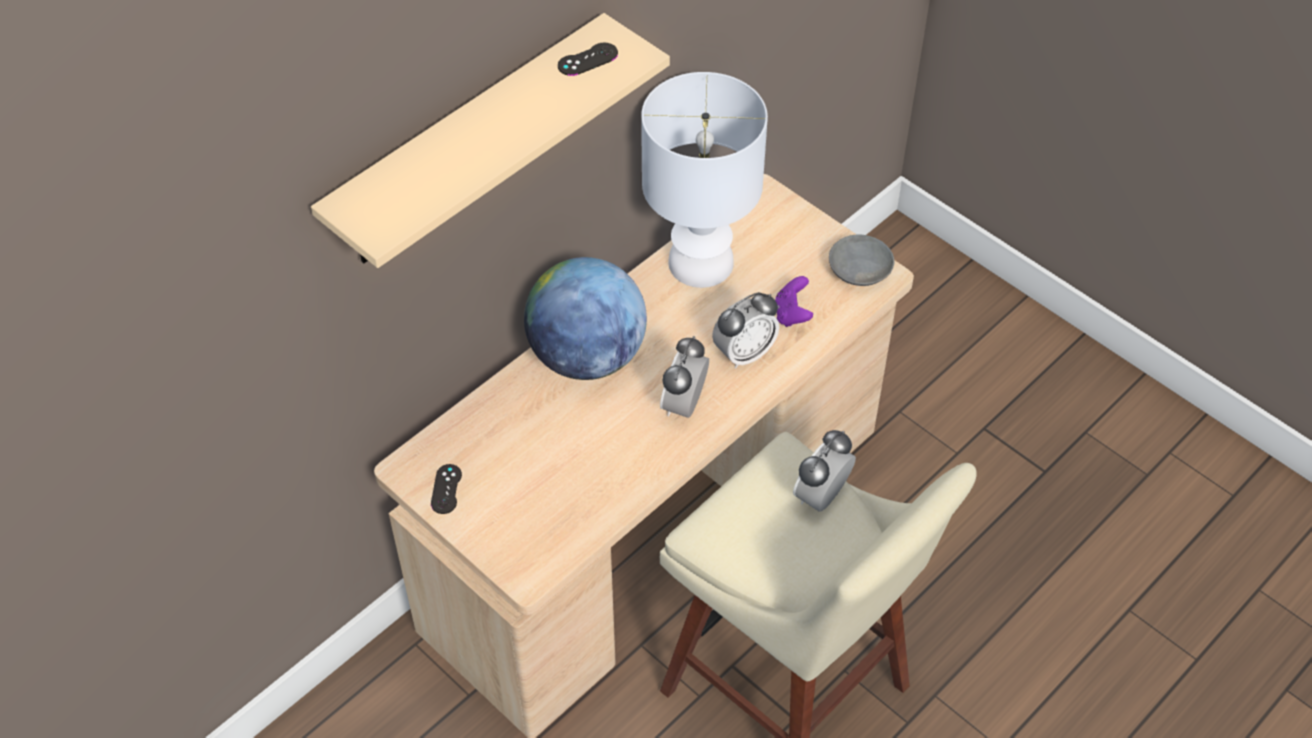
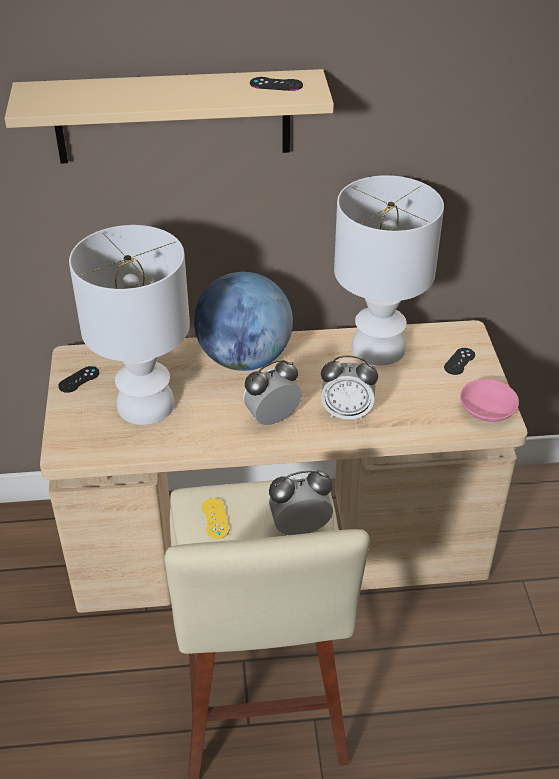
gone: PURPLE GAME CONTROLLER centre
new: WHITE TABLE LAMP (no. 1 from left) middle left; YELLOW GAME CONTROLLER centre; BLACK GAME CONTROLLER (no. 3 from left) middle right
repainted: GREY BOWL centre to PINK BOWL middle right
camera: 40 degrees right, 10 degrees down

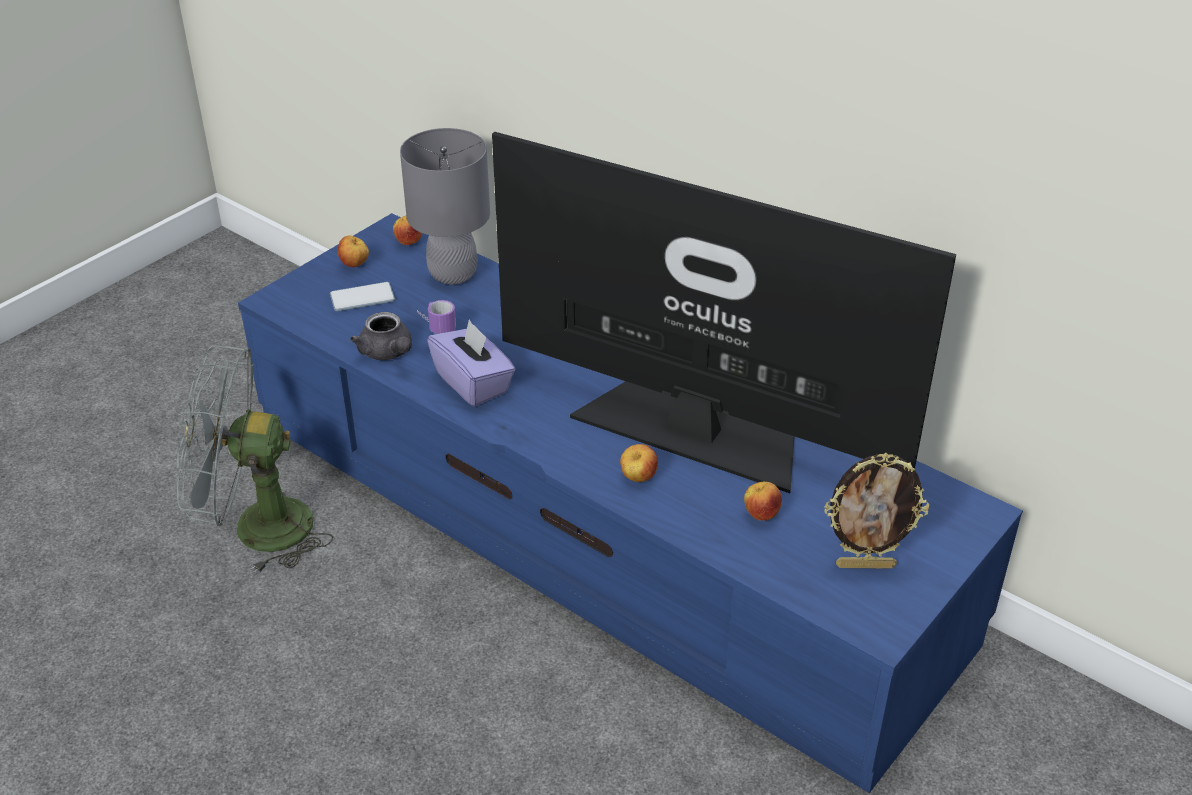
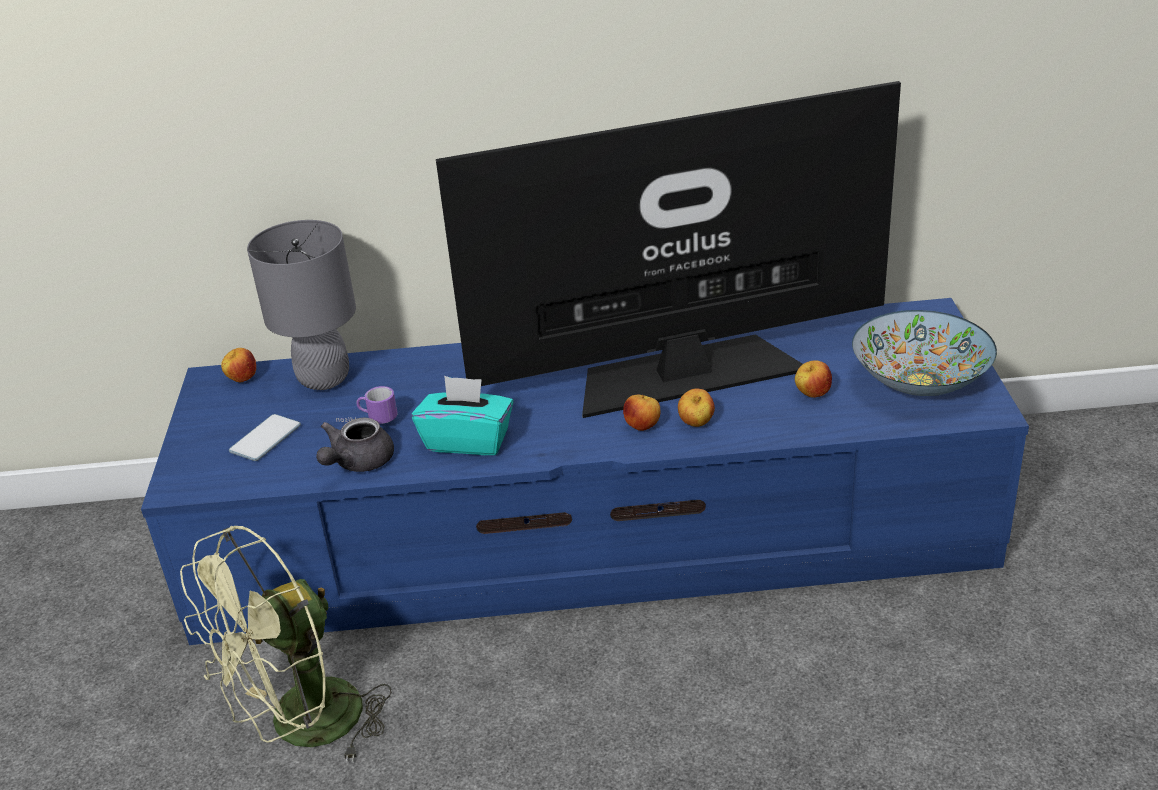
shifted: APPLE (no. 1 from left in the first image) top left to APPLE (no. 2 from left) centre
swapped: PICTURE FRAME middle right to BOWL middle right
repainted: GREY FAN middle left to GREEN FAN bottom left; PURPLE TISSUE BOX centre to TURQUOISE TISSUE BOX centre
rotated: GREY TEAPOT middle left = middle left 105 degrees clockwise
camera: 40 degrees left, 5 degrees down

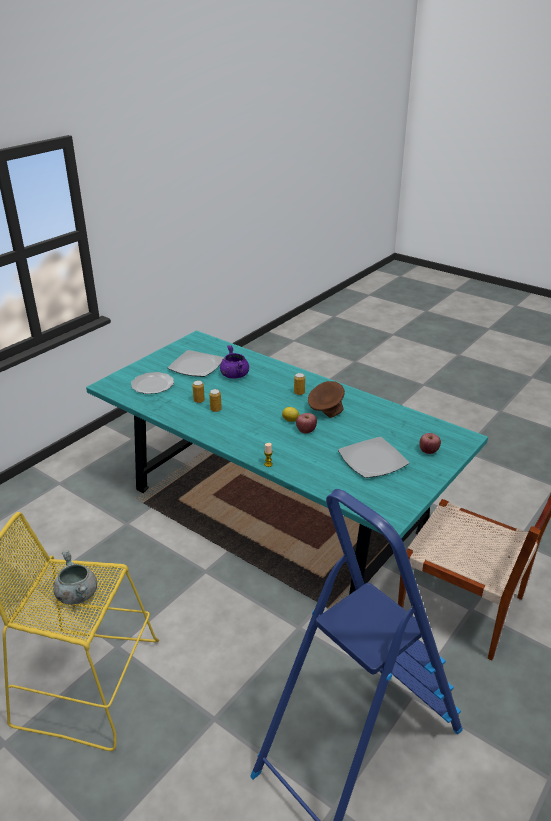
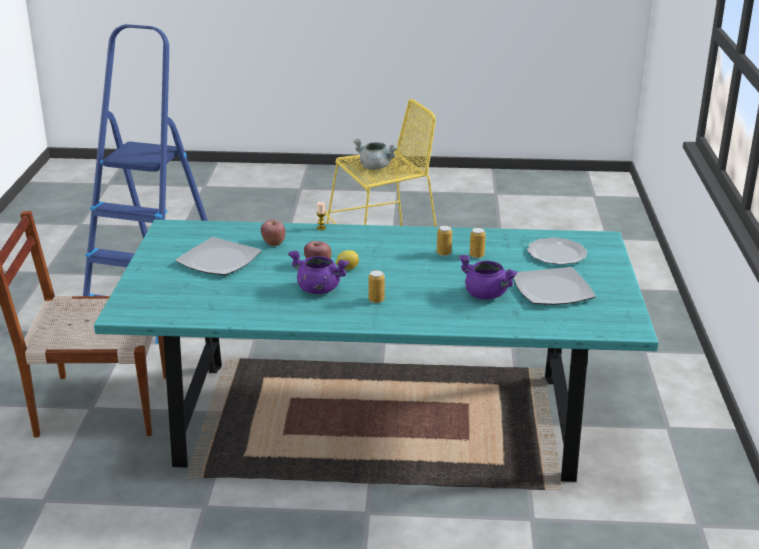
shifted: APPLE (no. 2 from left in the first image) middle right to APPLE (no. 1 from left) centre
swapped: BROWN BOWL centre to PURPLE COOKING POT (no. 1 from left) centre
camera: 145 degrees right, 5 degrees down

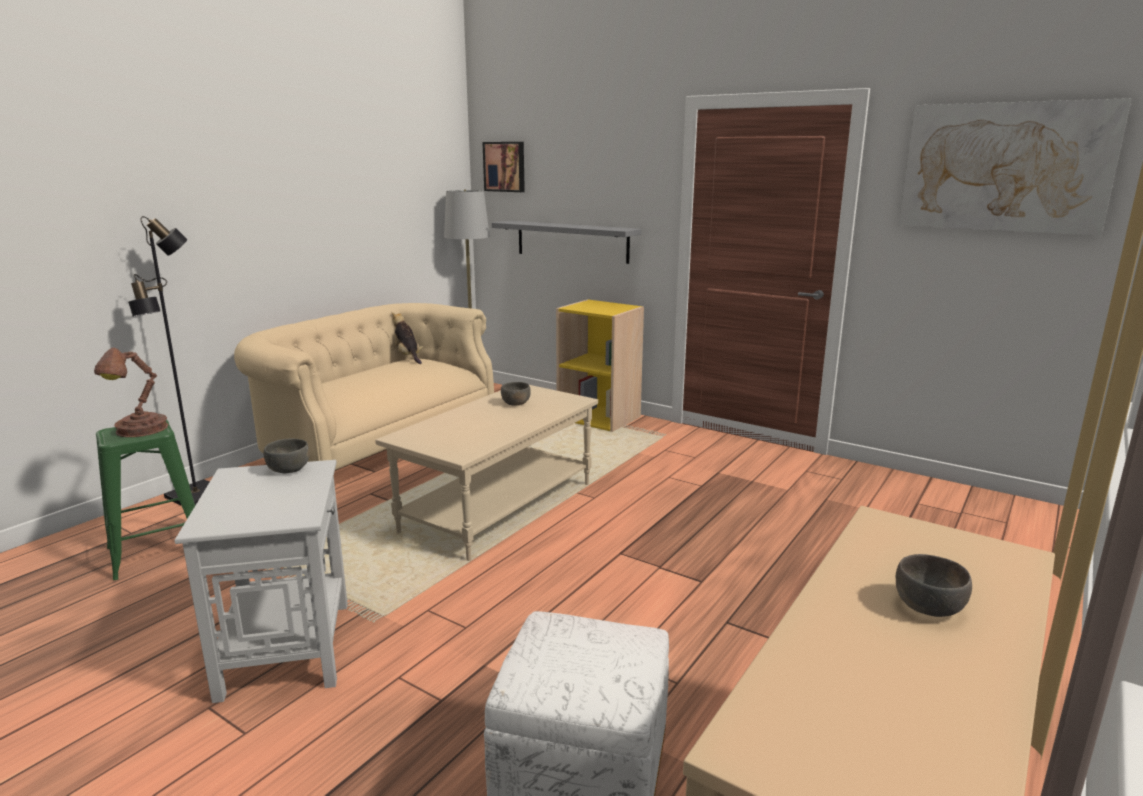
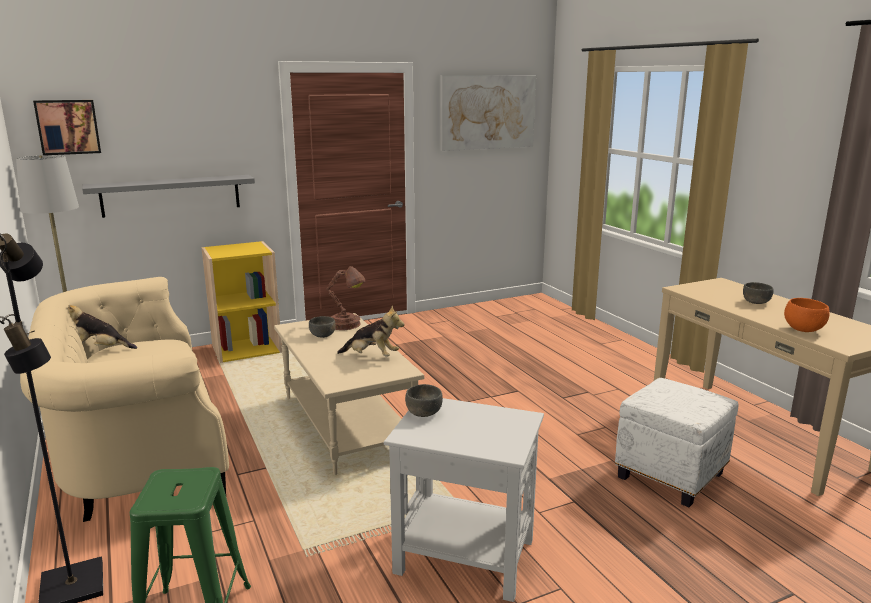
new: PLUSH TOY (no. 2 from left) centre; ORANGE BOWL middle right
shifted: BROWN TABLE LAMP middle left to centre
camera: 60 degrees left, 0 degrees up

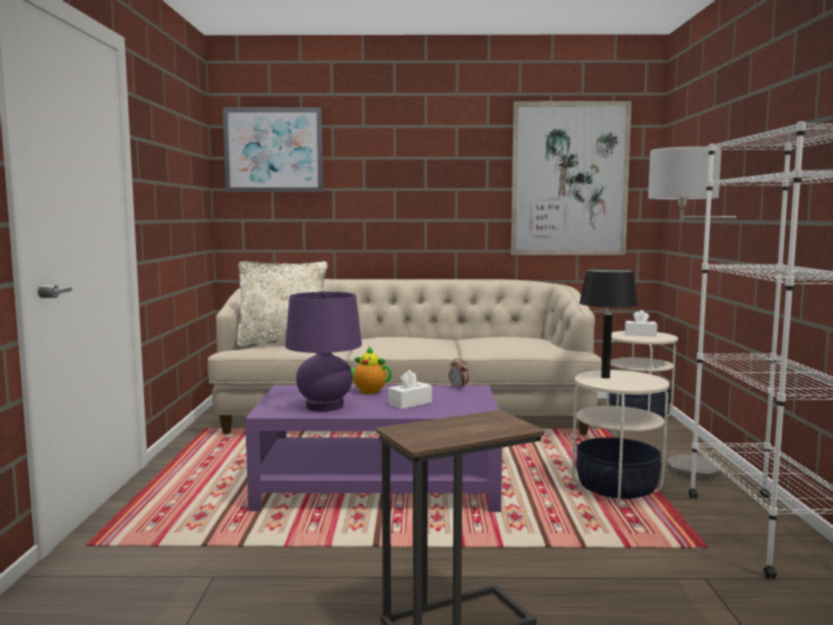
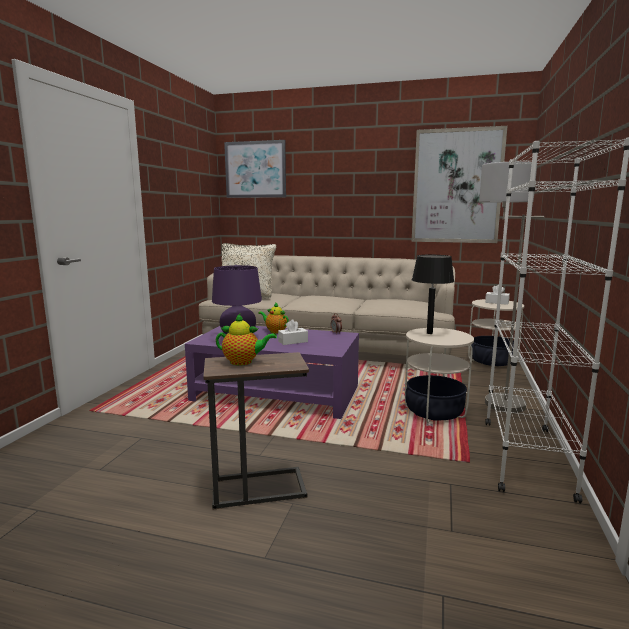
new: TEAPOT (no. 1 from left) centre
camera: 15 degrees right, 5 degrees up

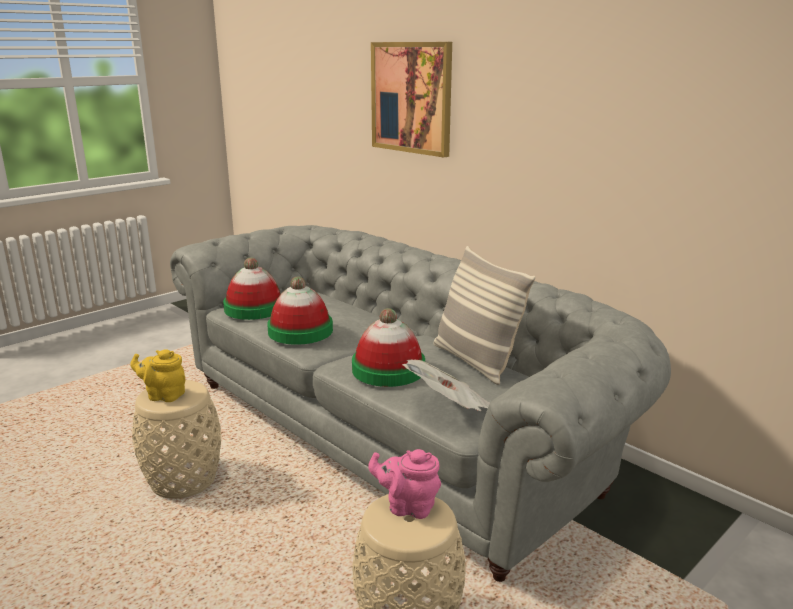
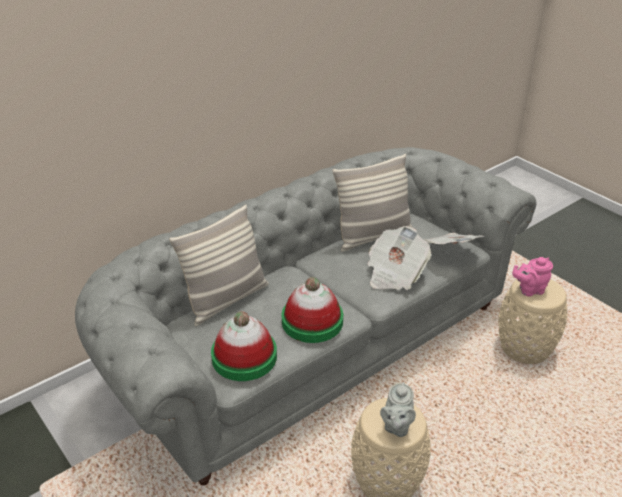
gone: PICTURE top centre
new: PILLOW (no. 1 from left) centre
swapped: HAT (no. 3 from left) centre to NEWSPAPER (no. 1 from left) centre
repainted: YELLOW TEAPOT middle left to GREY TEAPOT bottom centre
rotated: PINK TEAPOT bottom centre = middle right 60 degrees clockwise
camera: 85 degrees left, 15 degrees up

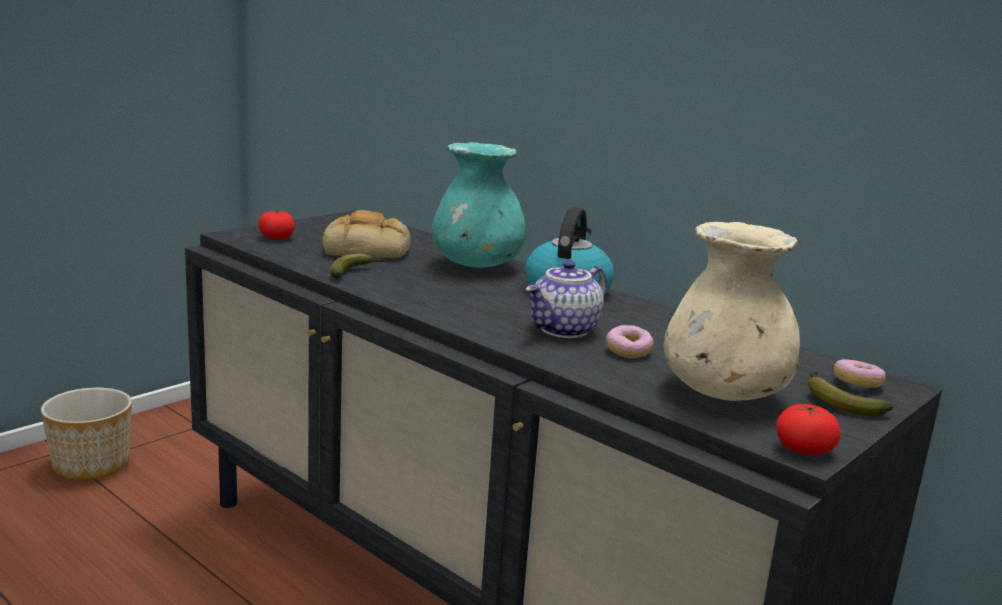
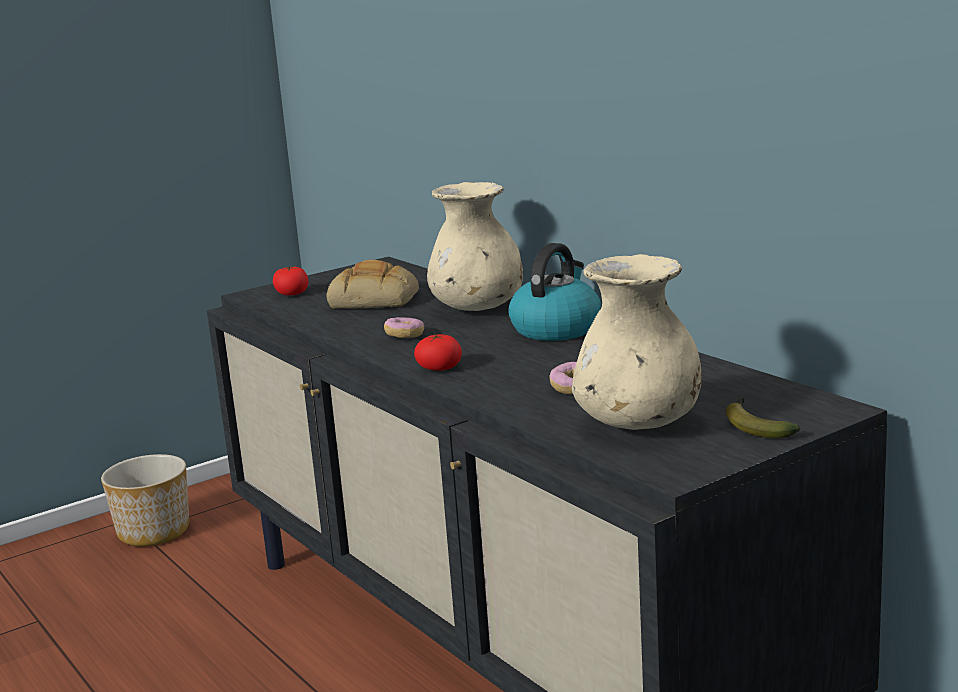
gone: BANANA (no. 1 from left) centre; TEAPOT centre
shifted: DONUT (no. 2 from left in the first image) middle right to DONUT (no. 1 from left) centre; TOMATO (no. 2 from left) bottom right to centre
repainted: TURQUOISE VASE centre to BEIGE VASE (no. 1 from left) centre
camera: 15 degrees right, 0 degrees up

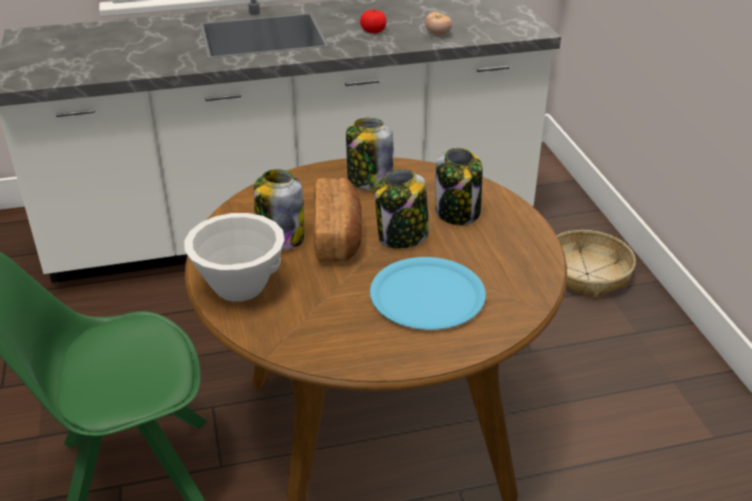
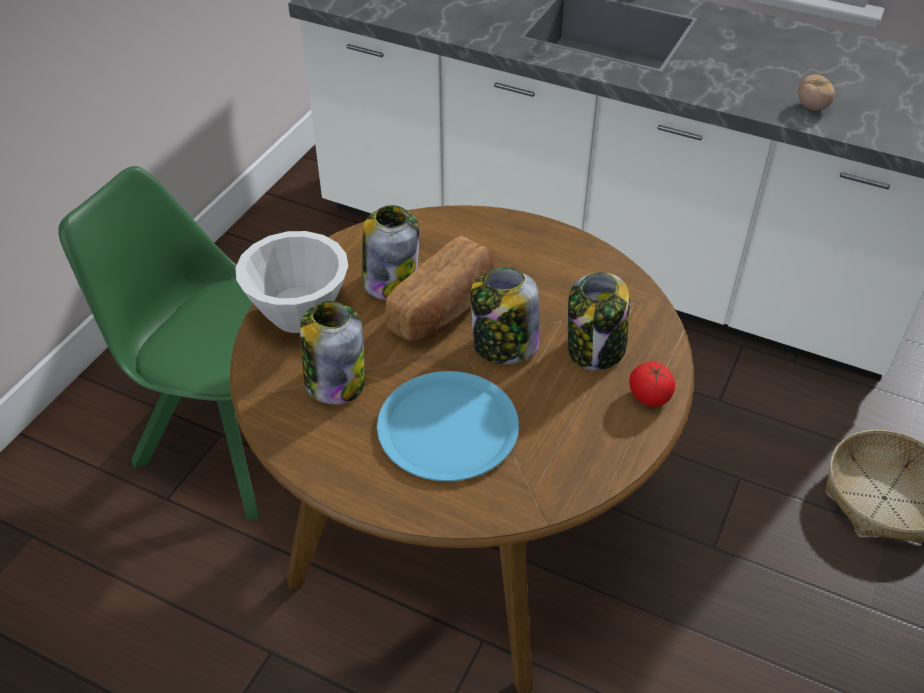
shifted: JAR (no. 2 from left in the first image) top centre to JAR (no. 1 from left) centre; TOMATO (no. 1 from left) top centre to middle right
camera: 40 degrees right, 10 degrees up

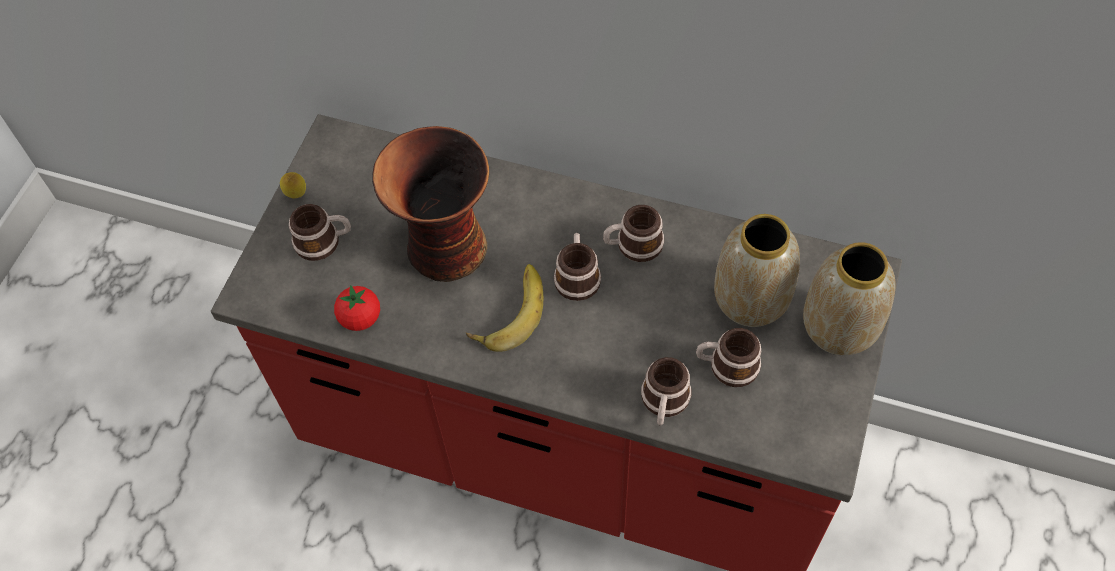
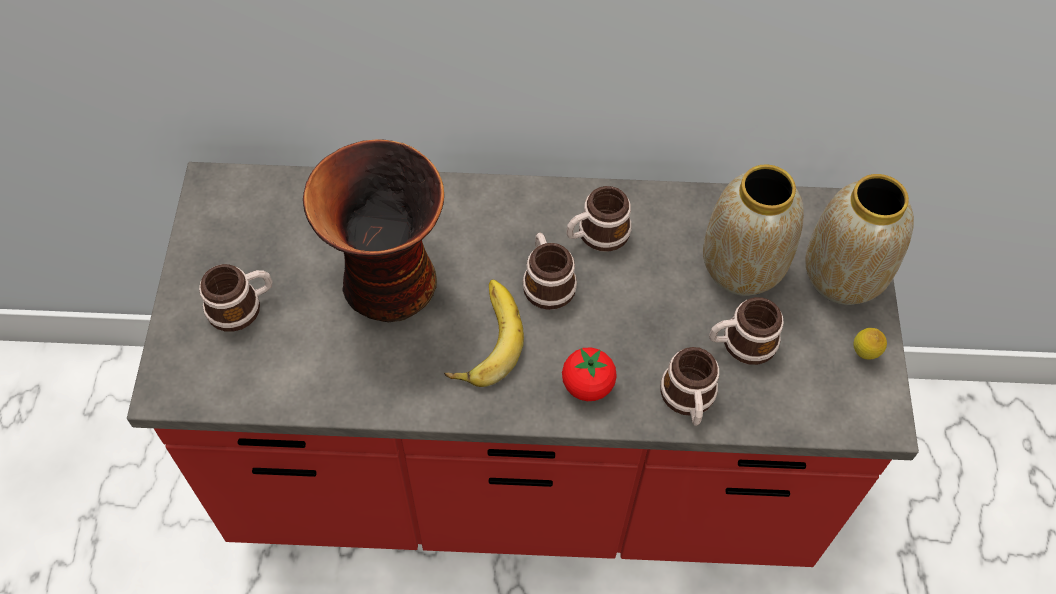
shifted: TOMATO middle left to centre; LEMON top left to middle right
camera: 20 degrees left, 0 degrees up

